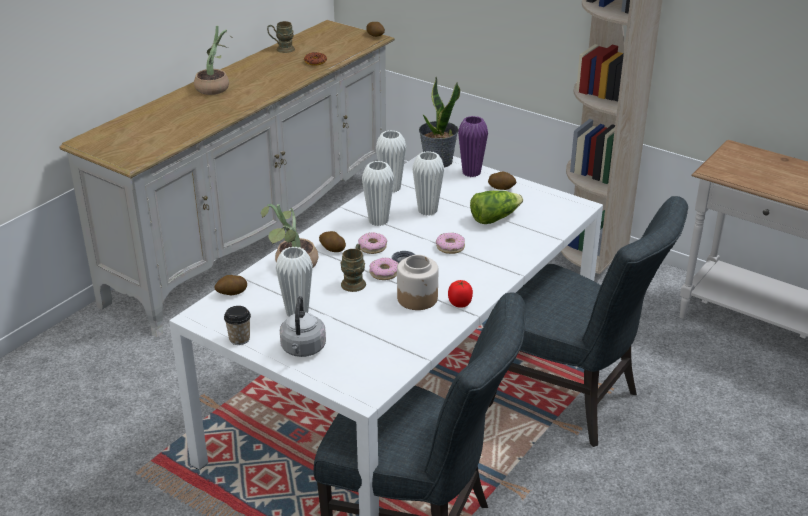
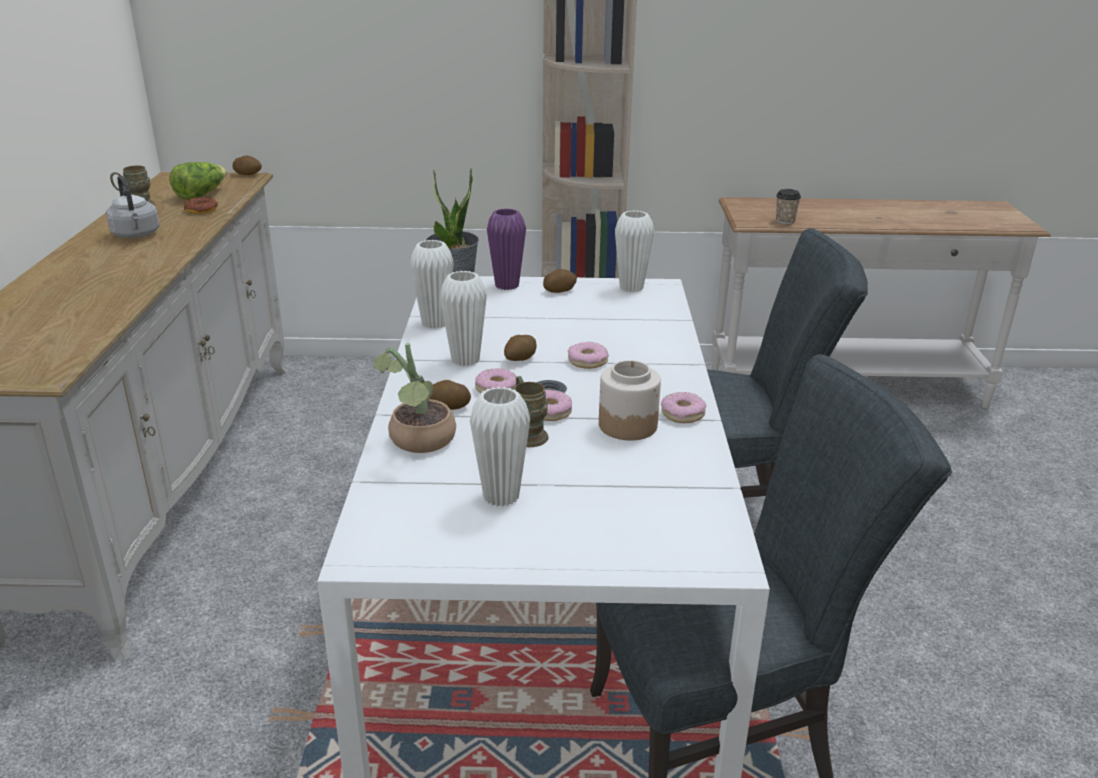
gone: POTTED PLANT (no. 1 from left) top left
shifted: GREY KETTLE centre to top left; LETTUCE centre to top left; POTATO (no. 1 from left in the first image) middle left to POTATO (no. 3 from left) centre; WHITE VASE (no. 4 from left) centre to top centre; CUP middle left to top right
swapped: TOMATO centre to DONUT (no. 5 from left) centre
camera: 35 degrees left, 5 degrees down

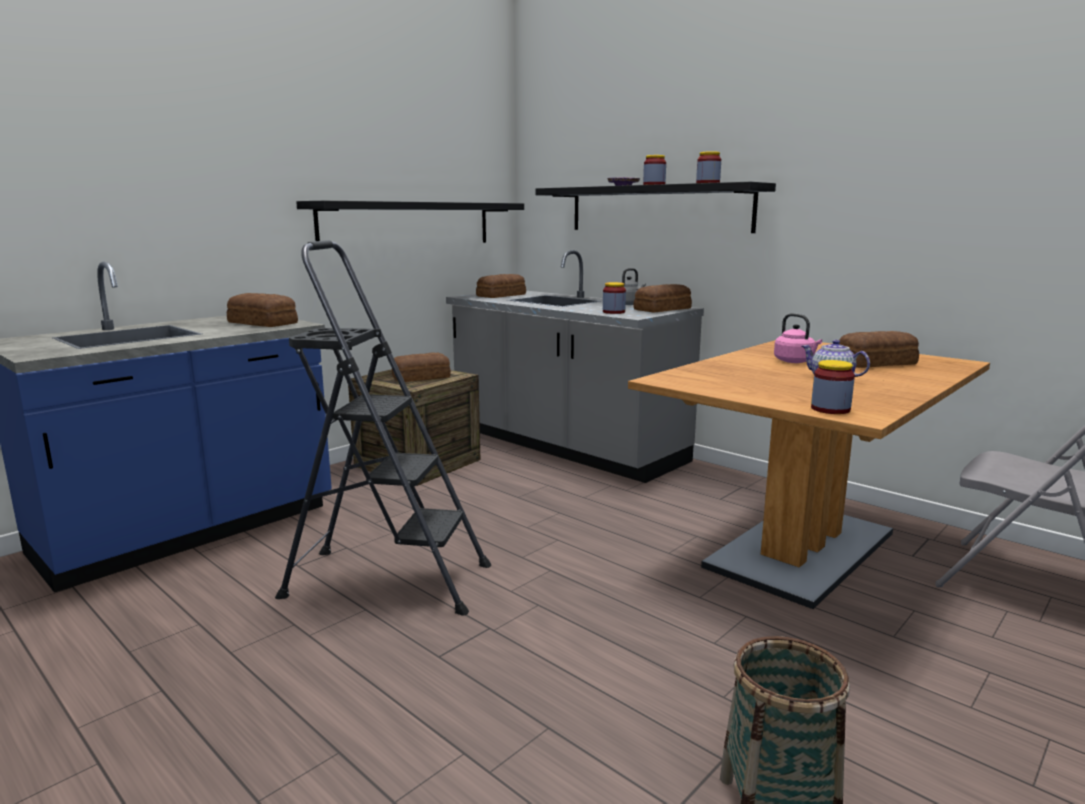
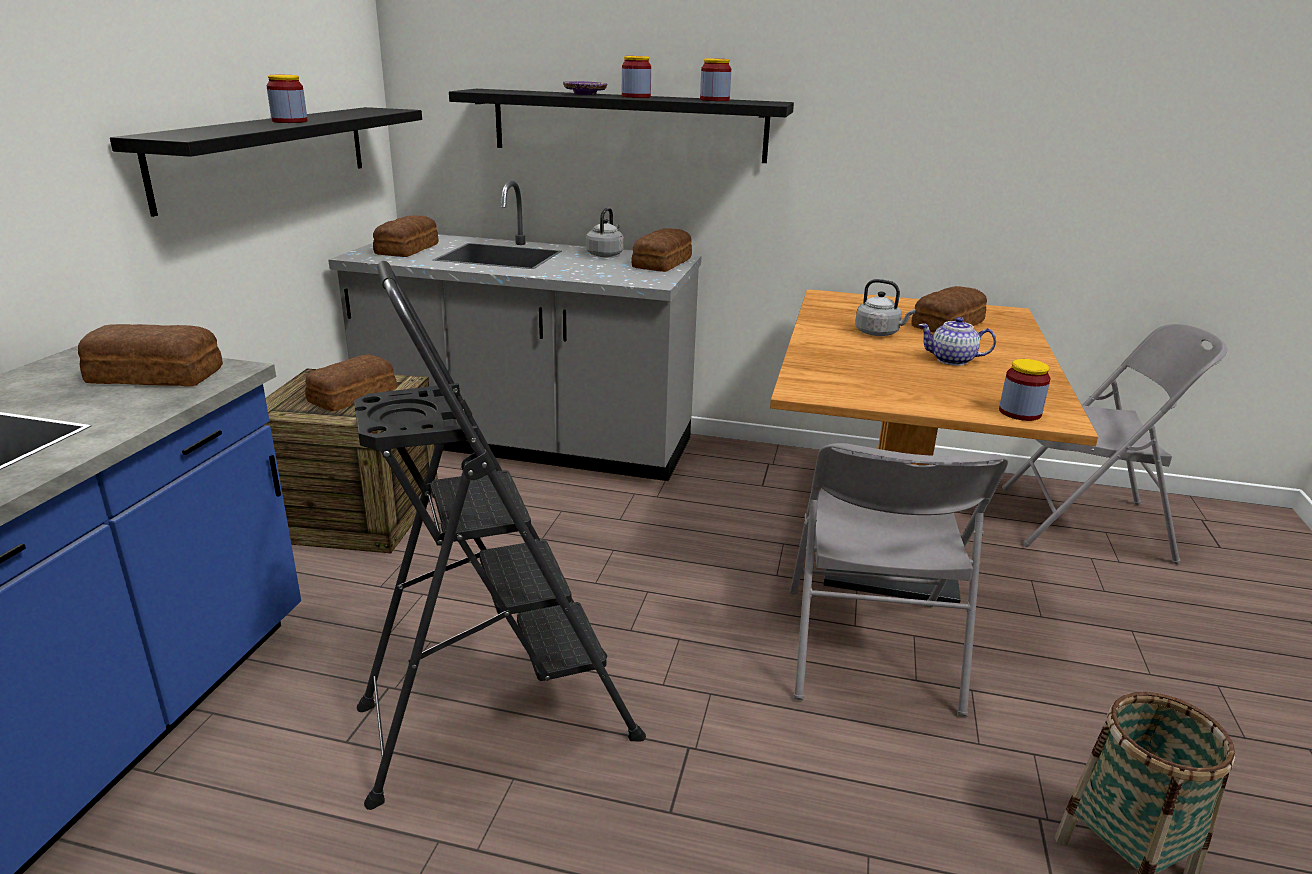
new: GREY CHAIR (no. 1 from left) middle right
shifted: JAR (no. 1 from left) centre to top left
repainted: PINK KETTLE middle right to GREY KETTLE (no. 2 from left) middle right
camera: 30 degrees left, 10 degrees up

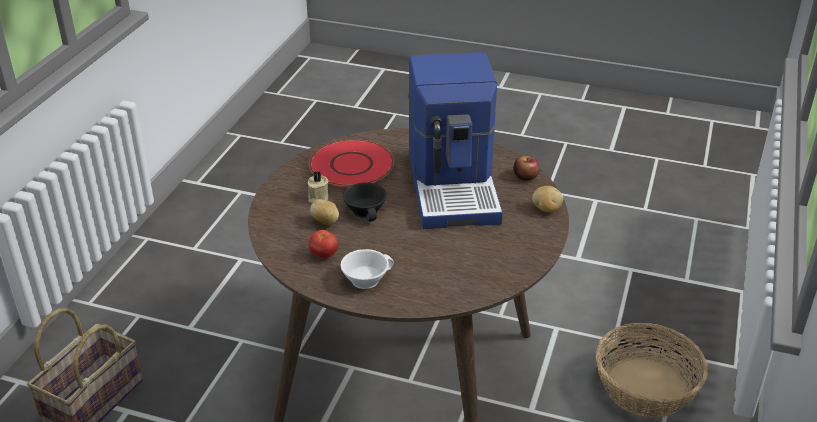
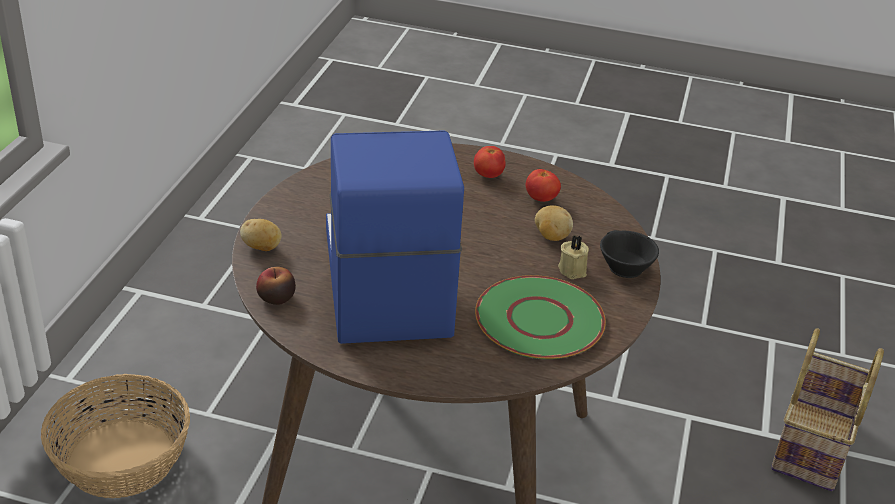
shifted: BLACK CUP centre to middle right
swapped: WHITE CUP centre to TOMATO (no. 1 from left) top centre
repainted: RED PLATE centre to GREEN PLATE centre
camera: 175 degrees right, 0 degrees up

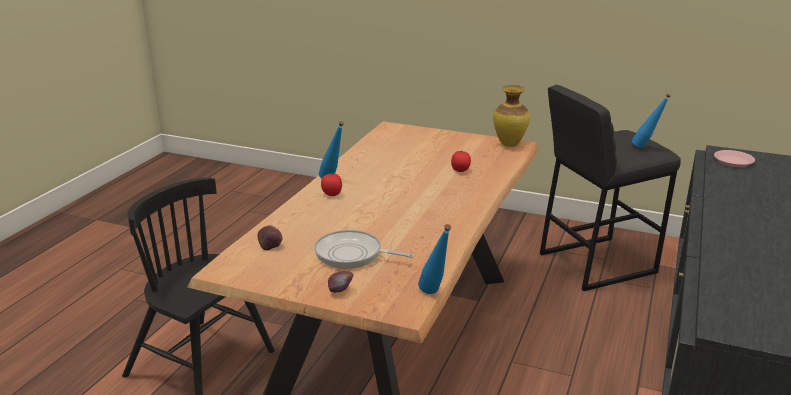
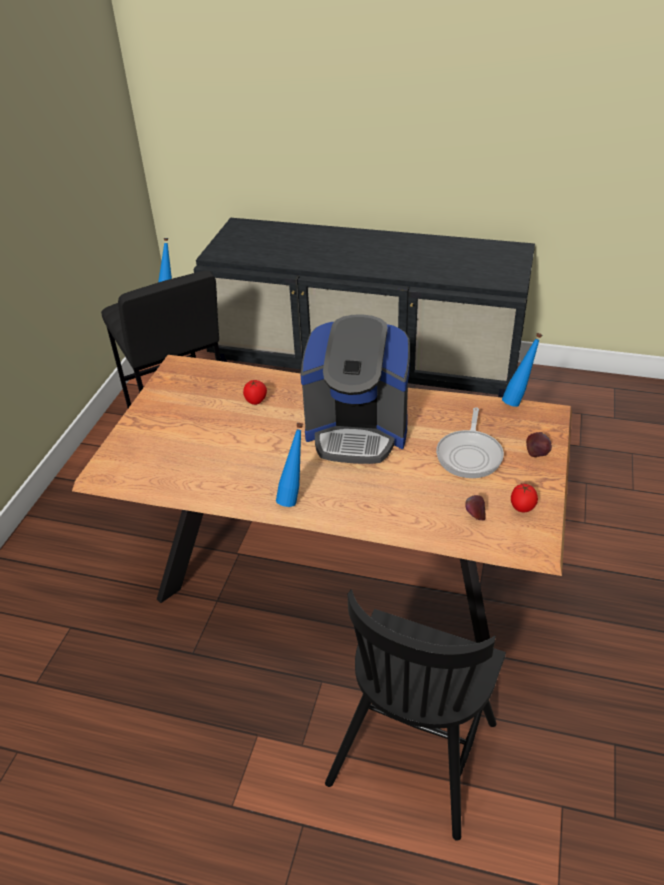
gone: VASE top centre; PINK PLATE middle right
new: COFFEE MACHINE centre
shifted: TOMATO (no. 1 from left in the first image) centre to TOMATO (no. 2 from left) middle right
camera: 95 degrees left, 15 degrees up

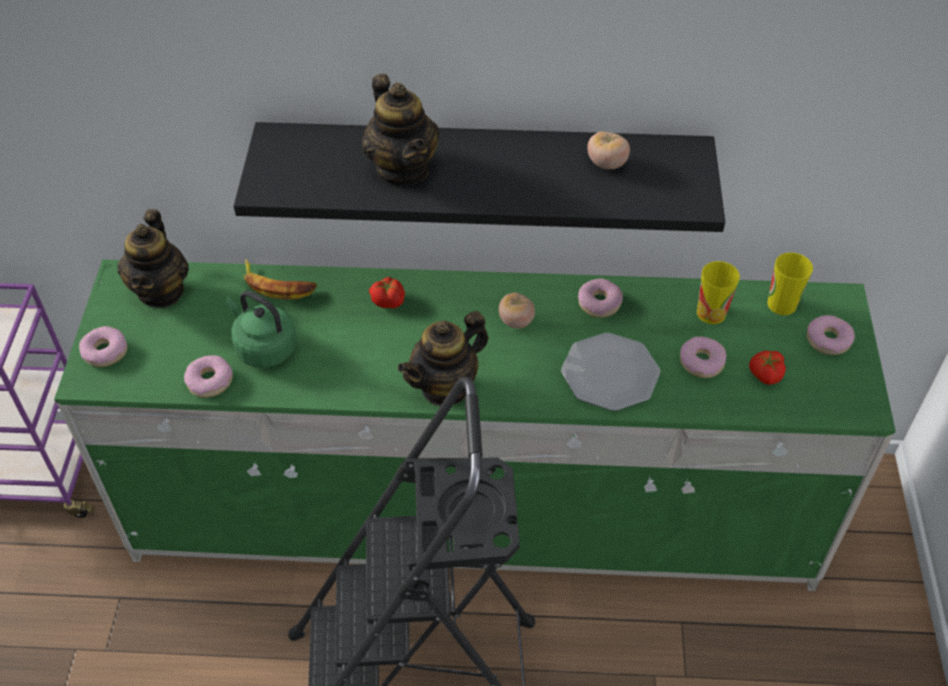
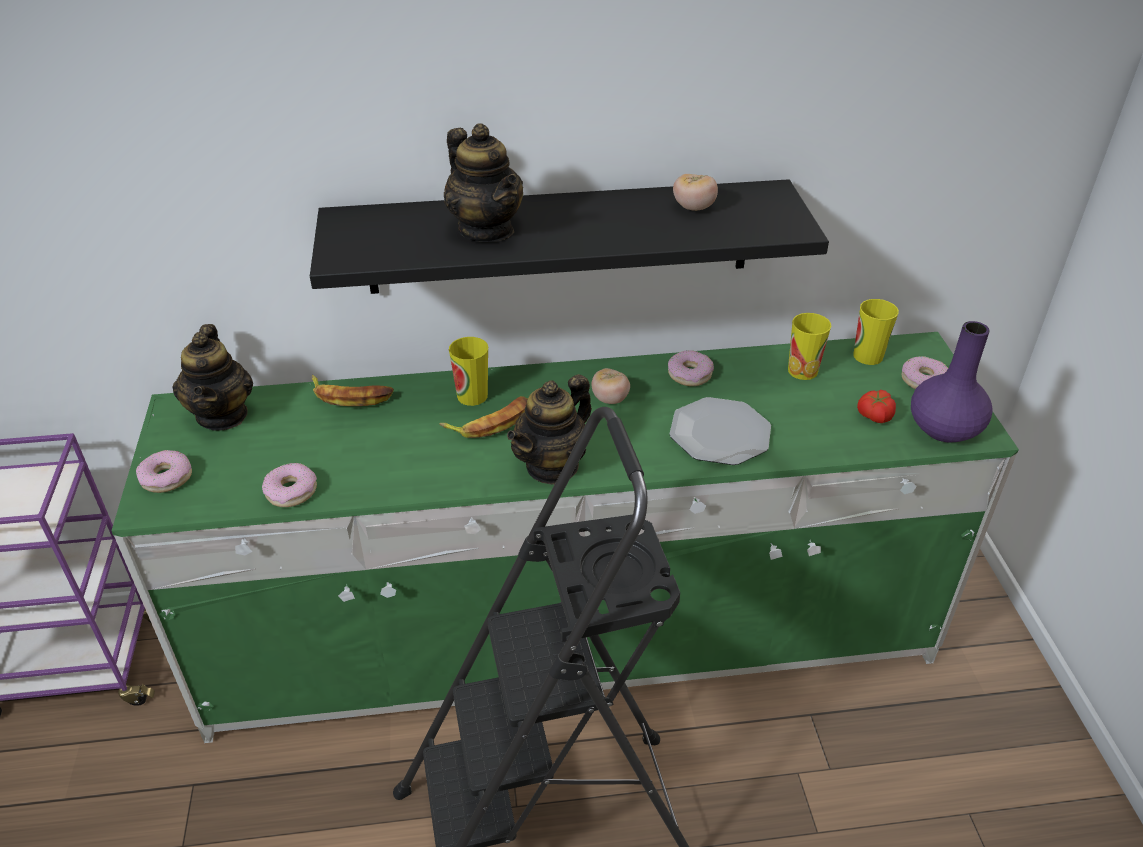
gone: GREEN KETTLE middle left; DONUT (no. 4 from left) middle right
new: BANANA (no. 2 from left) centre; PURPLE VASE middle right
swapped: TOMATO (no. 1 from left) centre to CUP (no. 1 from left) centre
camera: 10 degrees left, 10 degrees down

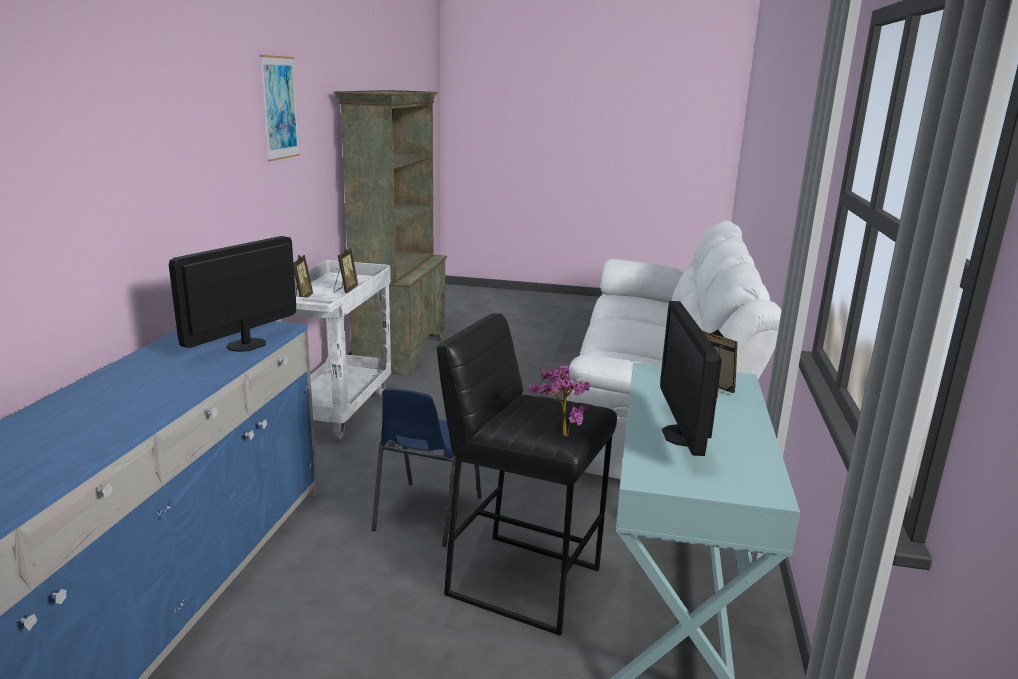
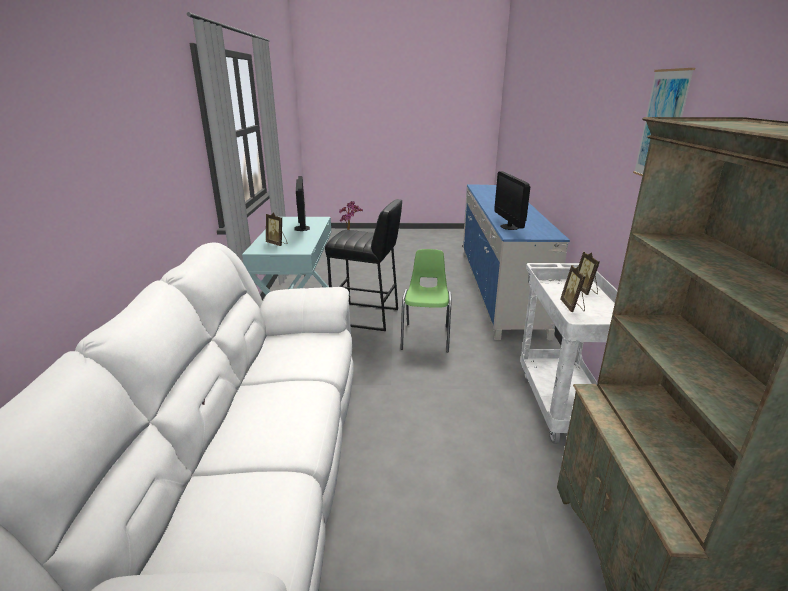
repainted: BLUE CHAIR bottom centre to GREEN CHAIR centre
rotated: MONITOR (no. 1 from left in the first image) middle left = centre 150 degrees clockwise
camera: 170 degrees right, 5 degrees up

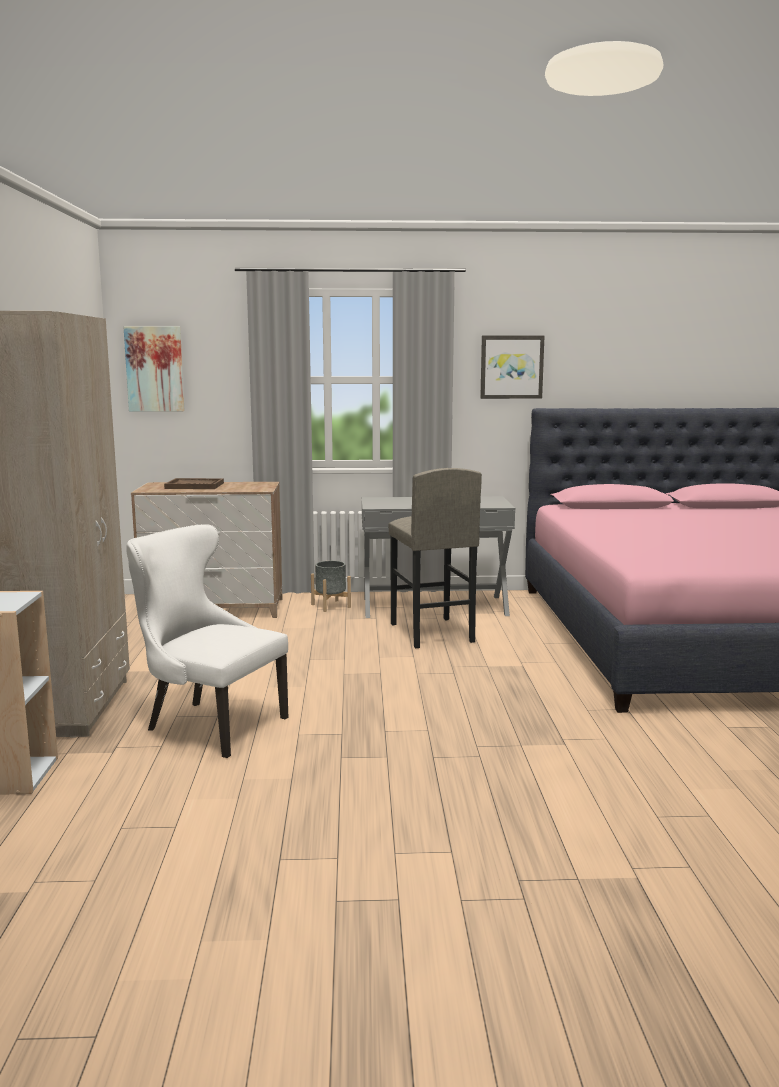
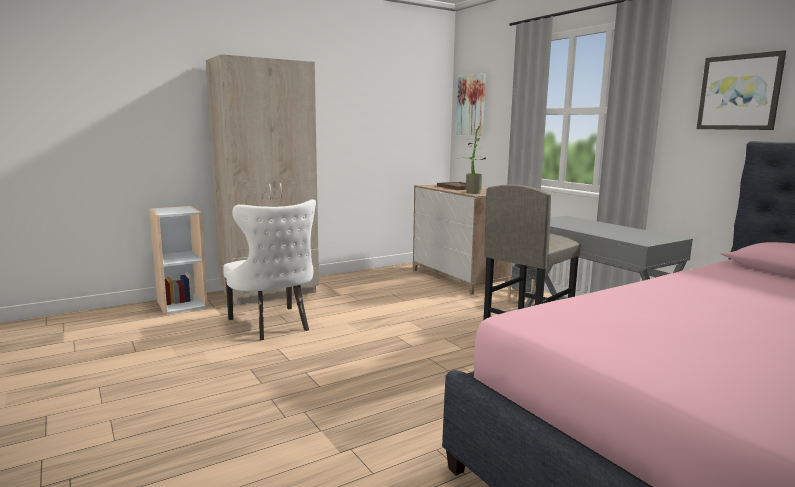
new: POTTED PLANT top centre
rotated: WHITE CHAIR middle left = centre 150 degrees clockwise
camera: 60 degrees right, 0 degrees up

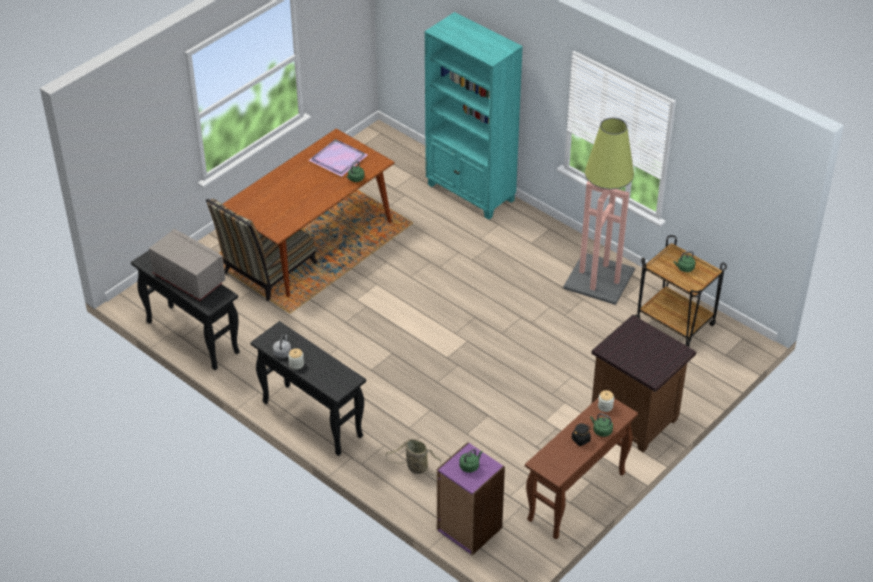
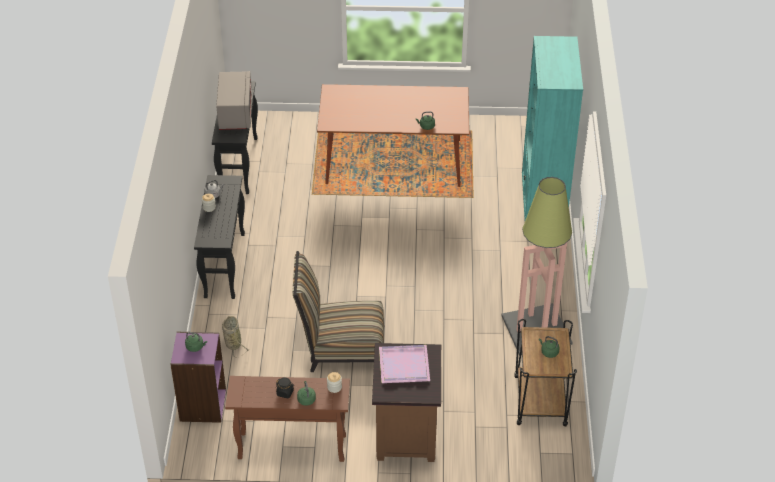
shifted: CHAIR middle left to centre; PURPLE TRAY top centre to bottom centre
camera: 50 degrees right, 0 degrees up

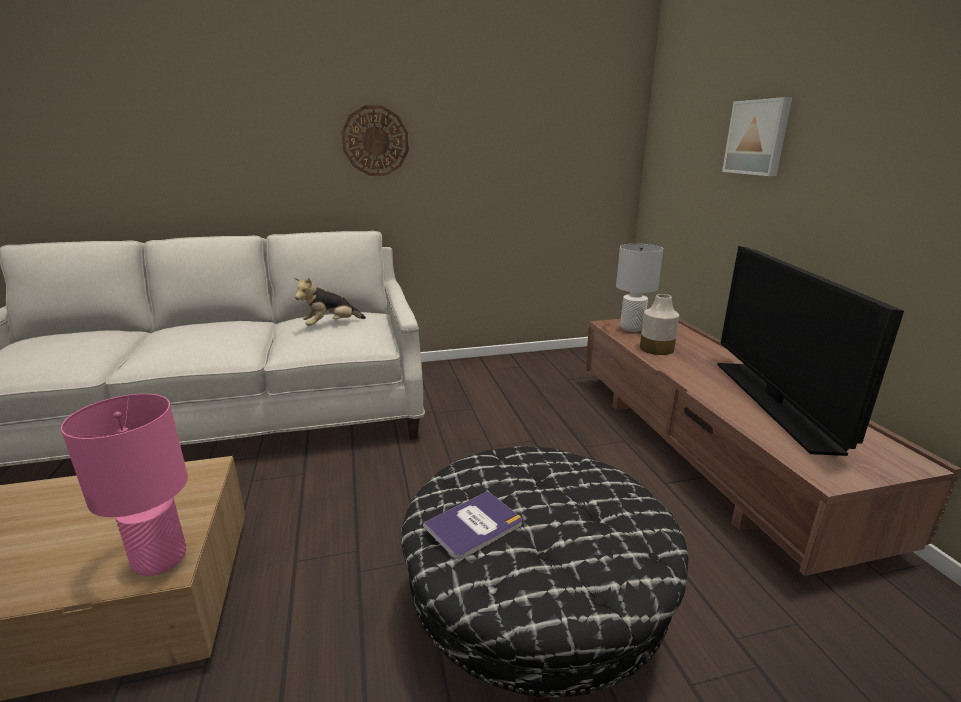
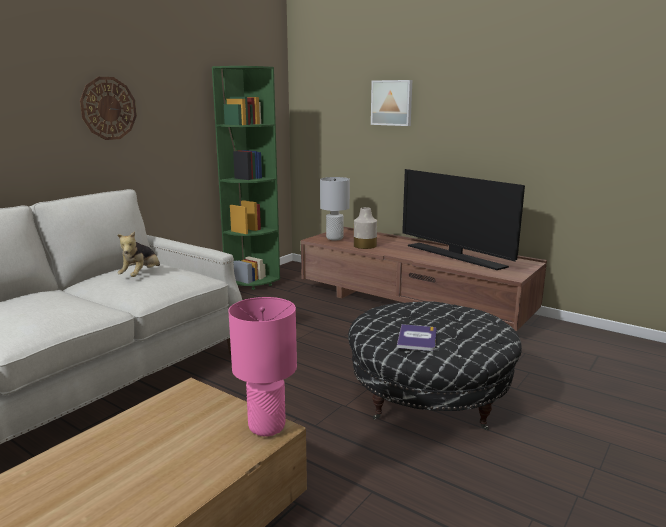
new: GREEN BOOKCASE centre
camera: 40 degrees left, 5 degrees down

